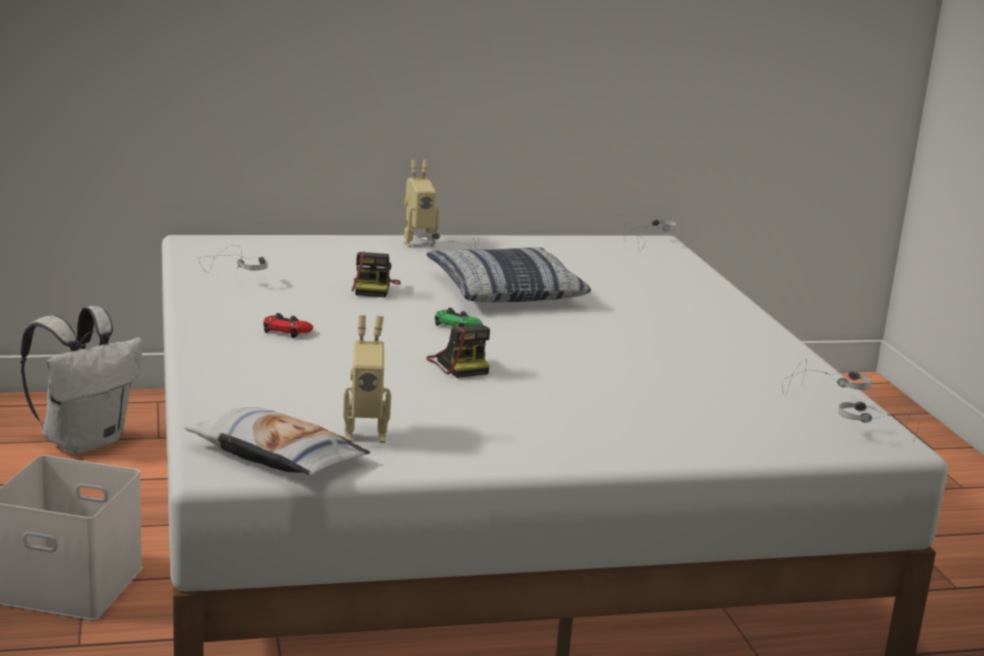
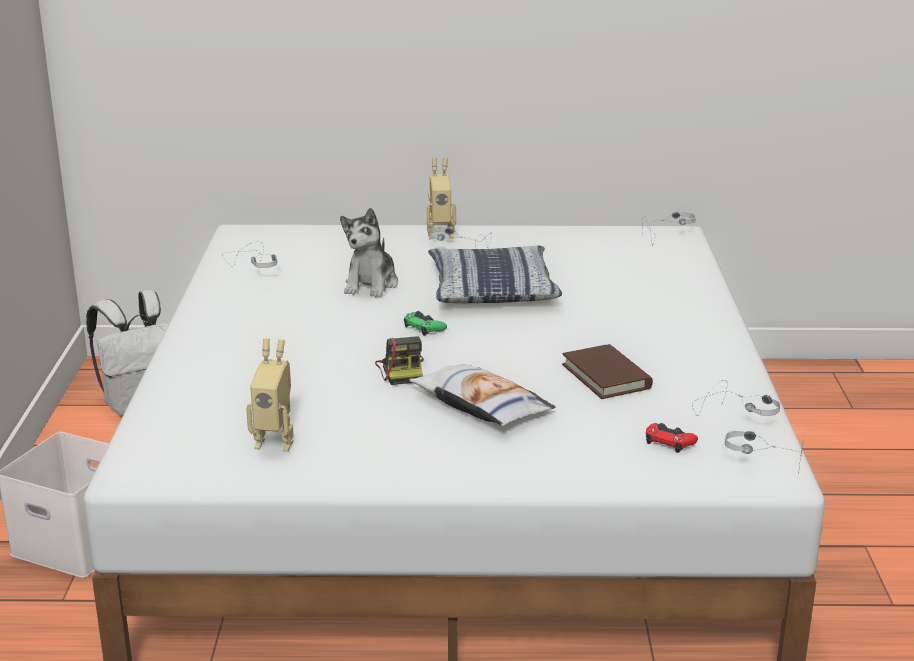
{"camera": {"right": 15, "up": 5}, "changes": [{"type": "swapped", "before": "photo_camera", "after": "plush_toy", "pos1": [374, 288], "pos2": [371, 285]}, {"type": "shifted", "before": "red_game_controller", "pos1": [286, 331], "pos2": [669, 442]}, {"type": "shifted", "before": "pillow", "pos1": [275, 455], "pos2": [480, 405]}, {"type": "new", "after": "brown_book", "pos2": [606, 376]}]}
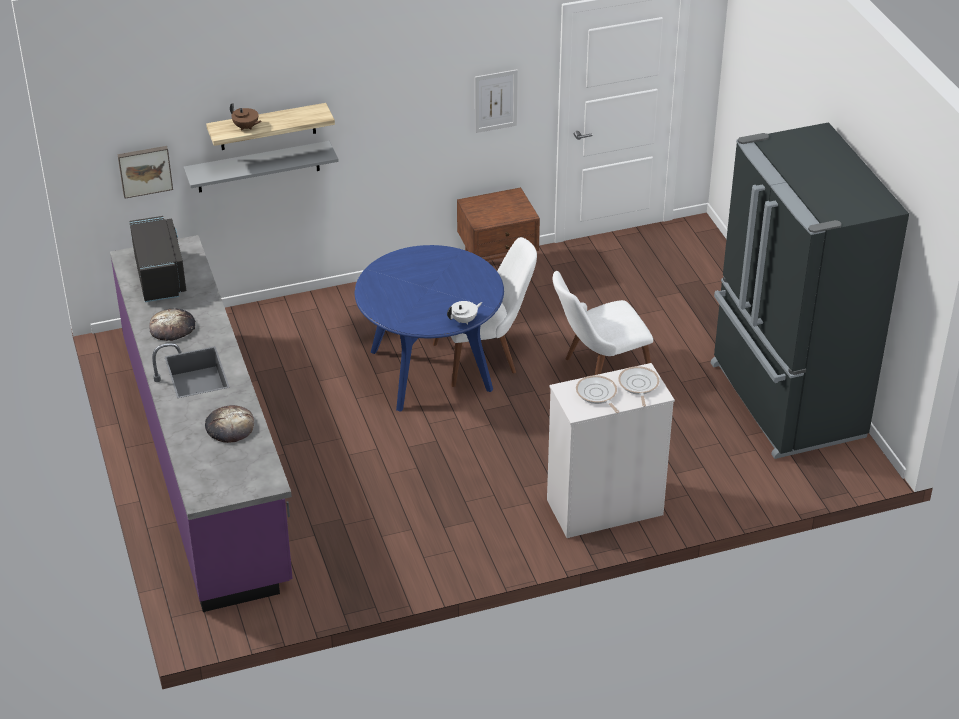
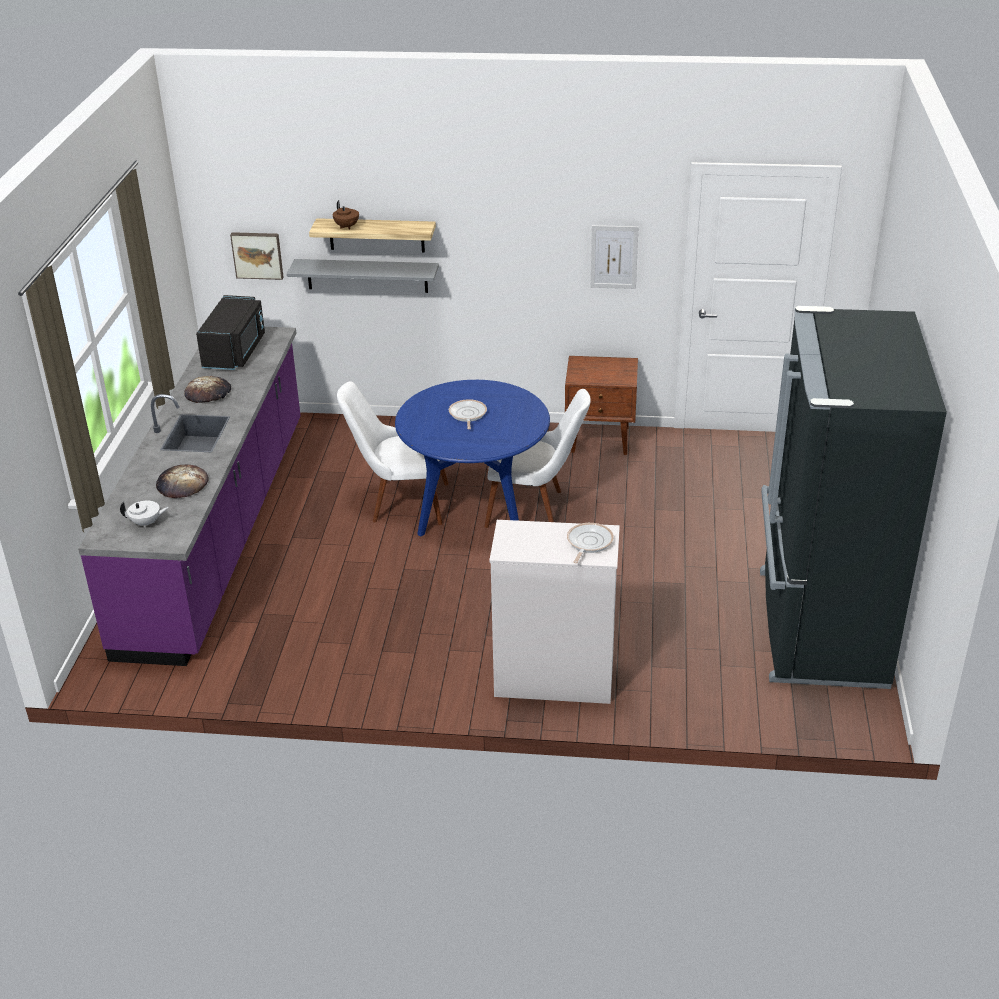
{"camera": {"right": 25, "up": -5}, "changes": [{"type": "shifted", "before": "white_chair", "pos1": [598, 373], "pos2": [398, 503]}, {"type": "shifted", "before": "white_teapot", "pos1": [464, 320], "pos2": [146, 523]}, {"type": "shifted", "before": "frying_pan", "pos1": [597, 394], "pos2": [467, 415]}]}
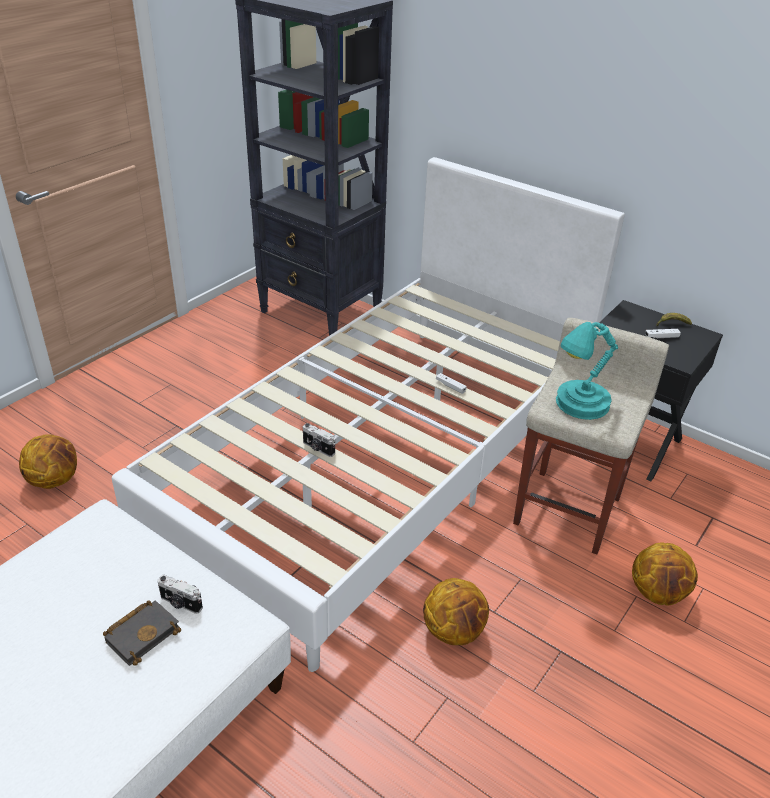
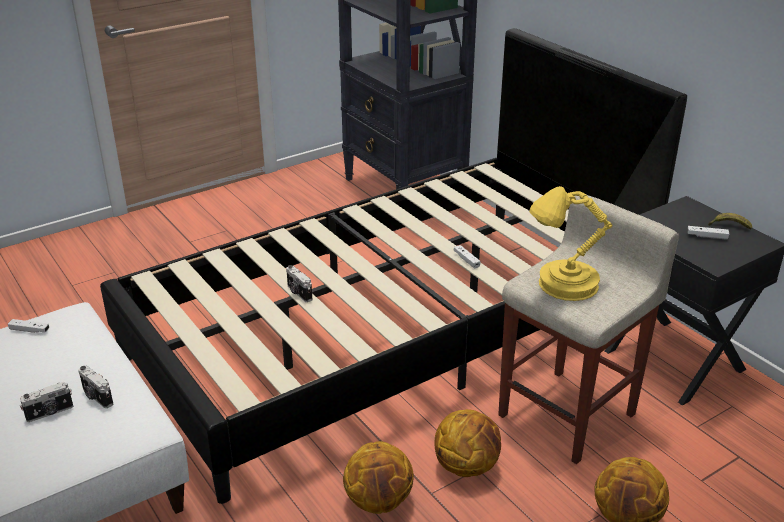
{"camera": {"right": 20, "up": -5}, "changes": [{"type": "repainted", "before": "white_bed", "after": "black_bed", "pos1": [383, 461], "pos2": [392, 332]}, {"type": "repainted", "before": "turquoise_table_lamp", "after": "yellow_table_lamp", "pos1": [579, 405], "pos2": [563, 285]}, {"type": "shifted", "before": "basketball", "pos1": [55, 480], "pos2": [467, 466]}, {"type": "swapped", "before": "black_book", "after": "photo_camera", "pos1": [143, 633], "pos2": [50, 413]}, {"type": "new", "after": "white_game_controller", "pos2": [29, 330]}]}
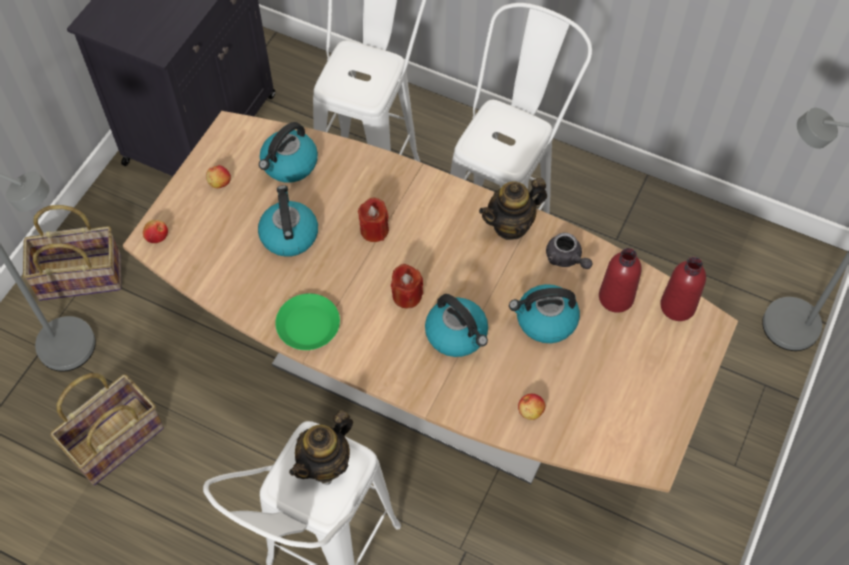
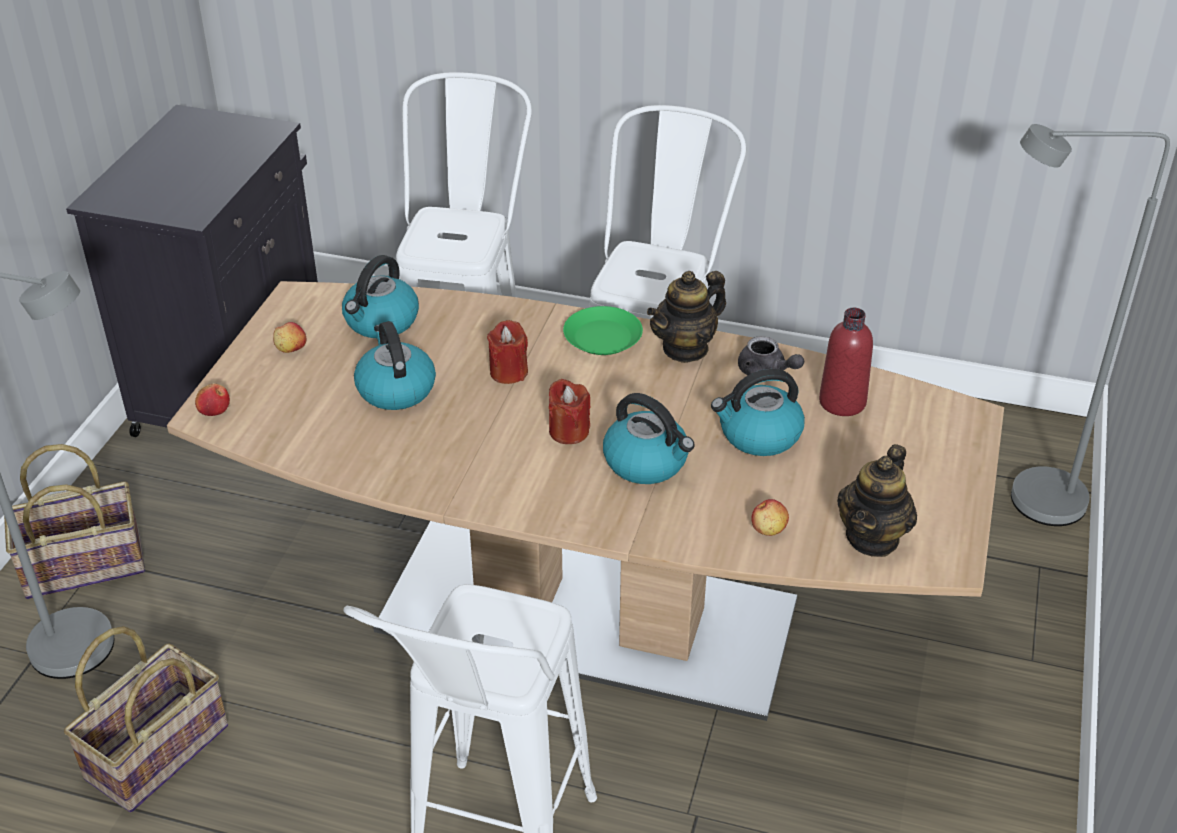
{"camera": {"right": -10, "up": -20}, "changes": [{"type": "gone", "before": "red_bottle", "pos1": [677, 306]}, {"type": "shifted", "before": "green_plate", "pos1": [308, 326], "pos2": [603, 338]}, {"type": "shifted", "before": "teapot", "pos1": [325, 463], "pos2": [873, 537]}]}
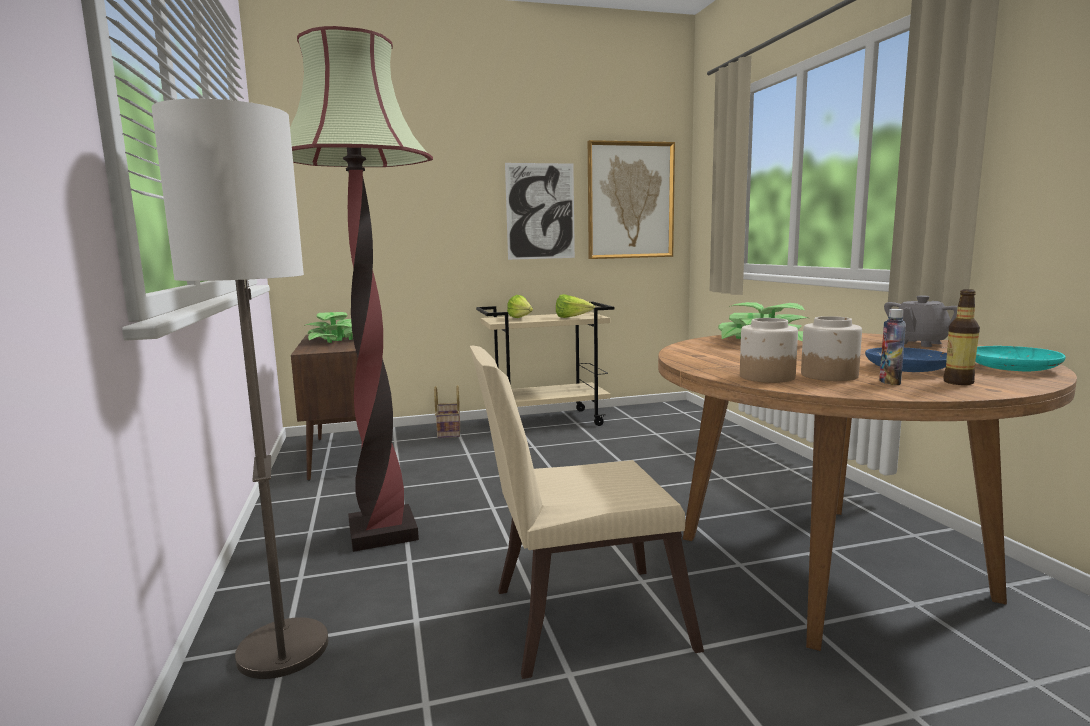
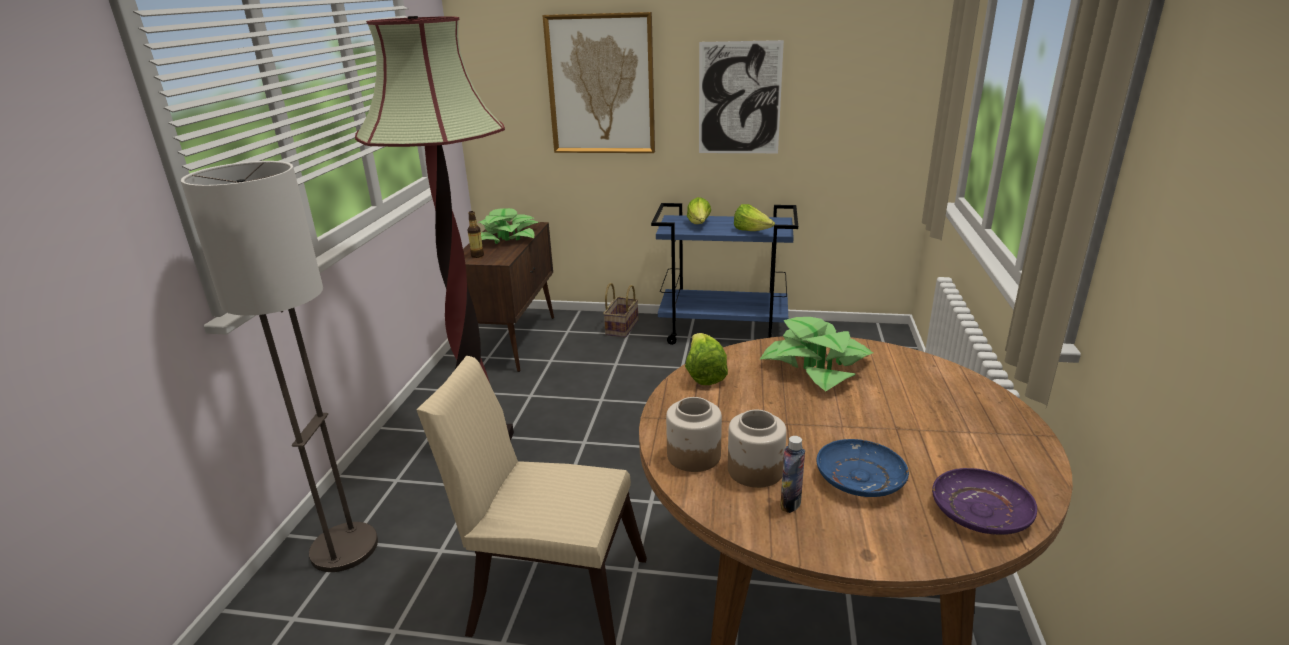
{"camera": {"right": 25, "up": 15}, "changes": [{"type": "shifted", "before": "picture", "pos1": [630, 200], "pos2": [601, 85]}, {"type": "shifted", "before": "bottle", "pos1": [958, 382], "pos2": [477, 255]}, {"type": "gone", "before": "grey_teapot", "pos1": [918, 343]}, {"type": "repainted", "before": "beige_cart", "after": "blue_cart", "pos1": [547, 421], "pos2": [724, 332]}, {"type": "repainted", "before": "turquoise_plate", "after": "purple_plate", "pos1": [1013, 368], "pos2": [981, 512]}, {"type": "new", "after": "lettuce", "pos2": [704, 374]}]}
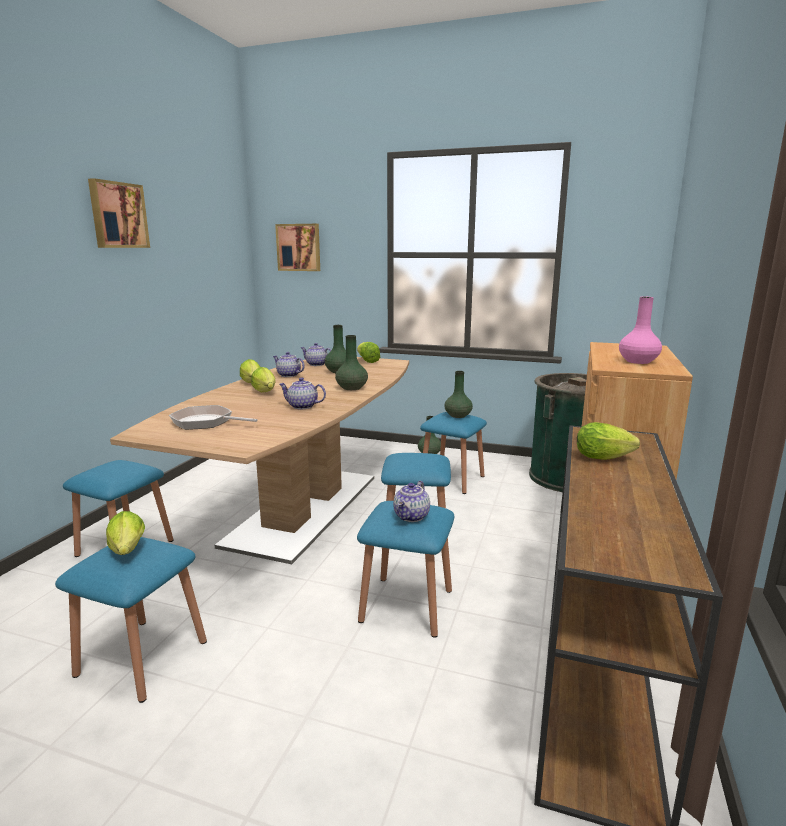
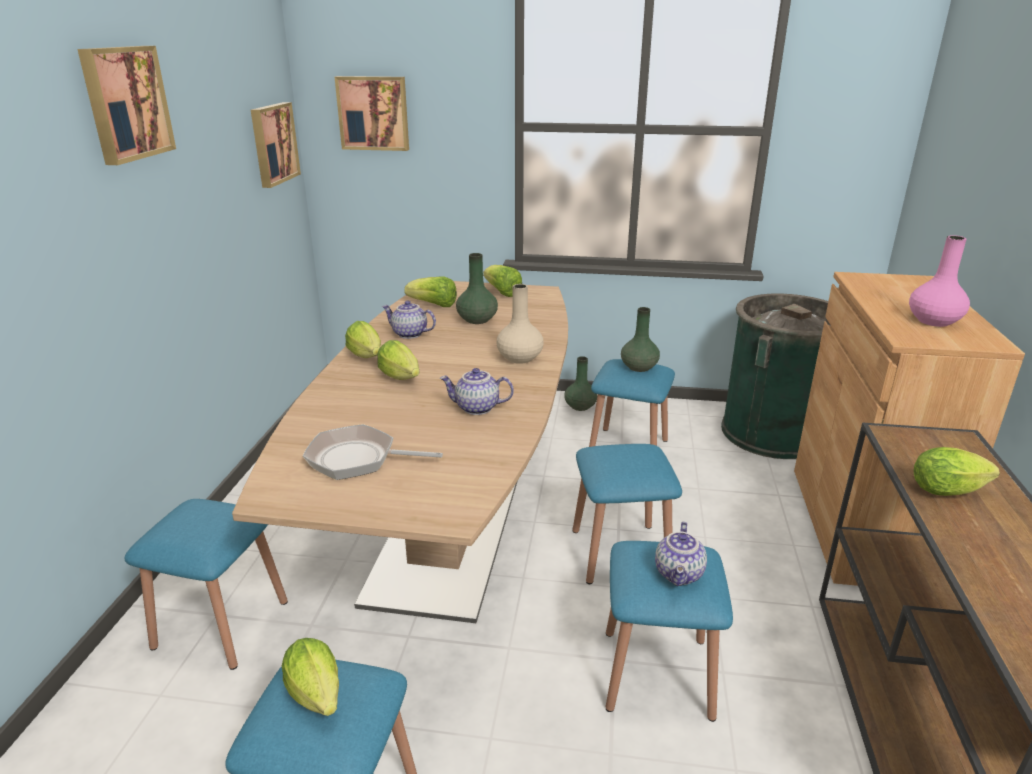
{"camera": {"right": -10, "up": 10}, "changes": [{"type": "repainted", "before": "green_vase", "after": "beige_vase", "pos1": [352, 388], "pos2": [520, 358]}, {"type": "swapped", "before": "teapot", "after": "lettuce", "pos1": [316, 364], "pos2": [433, 305]}, {"type": "new", "after": "picture", "pos2": [273, 144]}]}
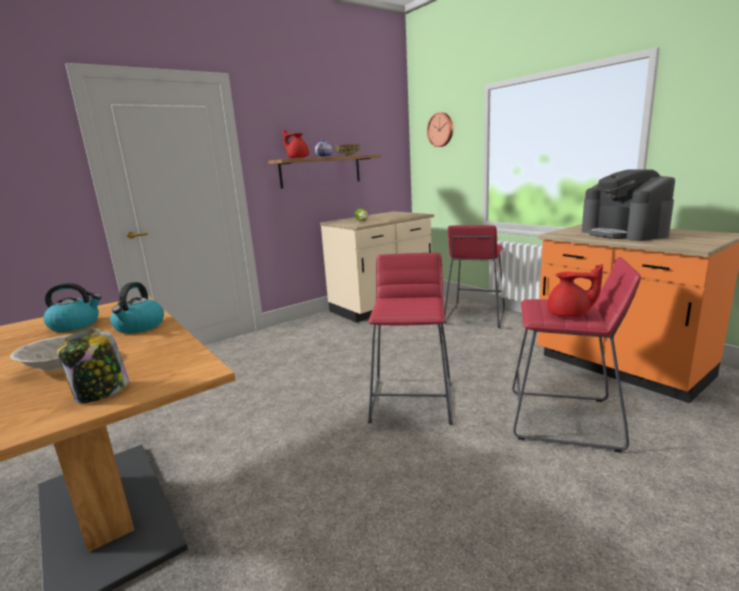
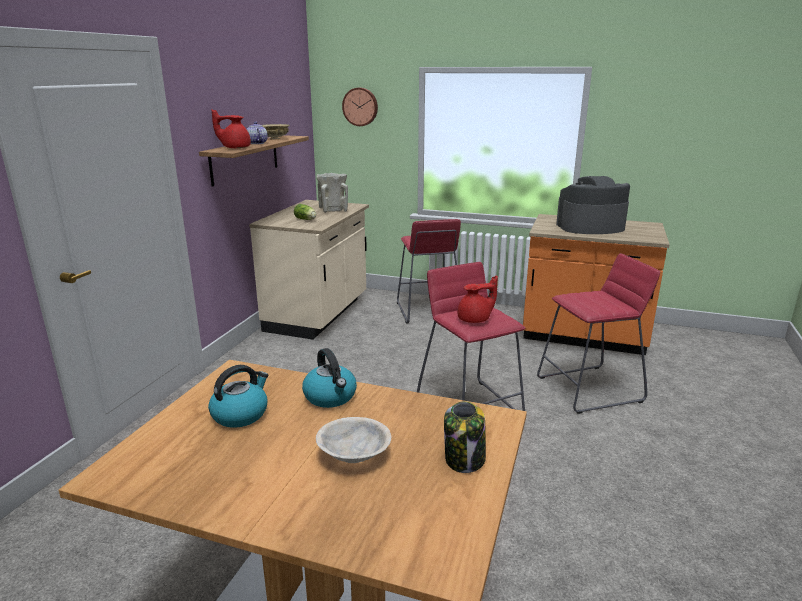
{"camera": {"right": -35, "up": 5}, "changes": [{"type": "rotated", "before": "coffee_machine", "pos1": [624, 233], "pos2": [590, 227], "turn": 135}, {"type": "shifted", "before": "red_teapot", "pos1": [570, 314], "pos2": [475, 319]}, {"type": "new", "after": "beige_vase", "pos2": [333, 210]}]}
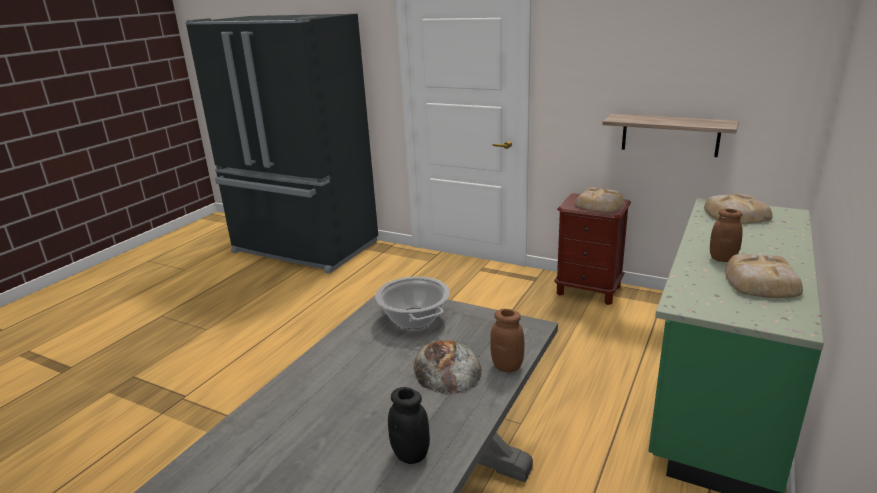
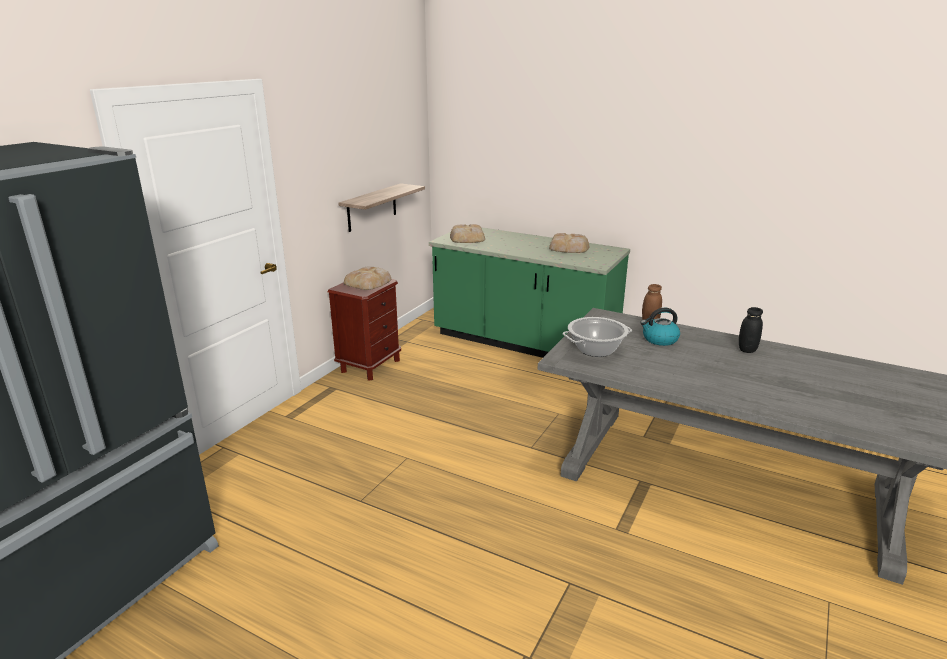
{"camera": {"right": -90, "up": 0}, "changes": [{"type": "gone", "before": "brown_jar", "pos1": [722, 258]}, {"type": "swapped", "before": "bread", "after": "kettle", "pos1": [446, 368], "pos2": [659, 339]}]}
